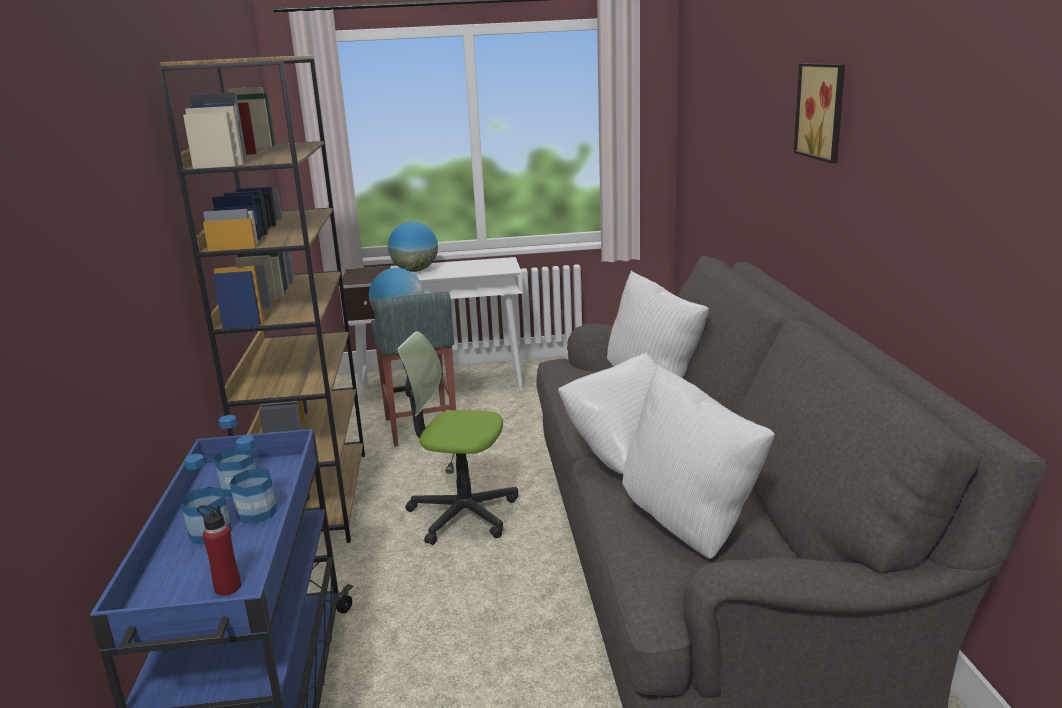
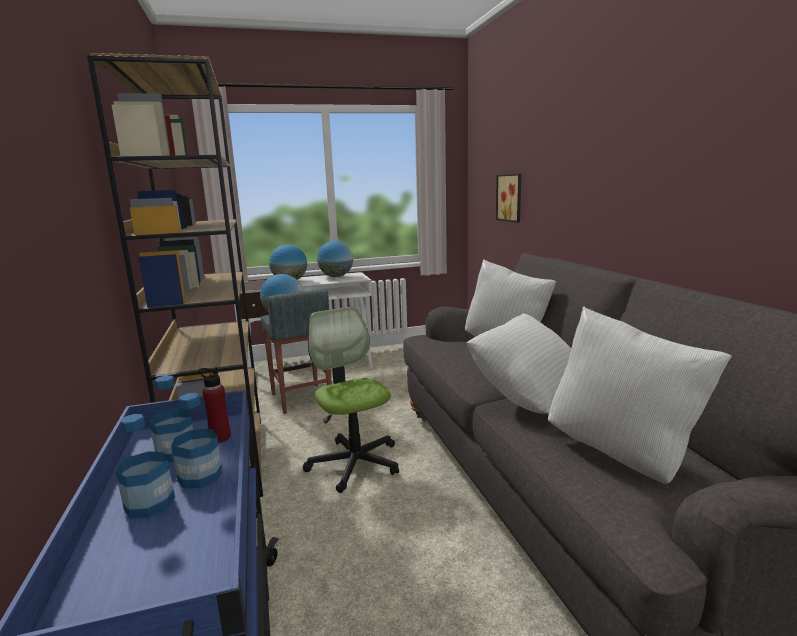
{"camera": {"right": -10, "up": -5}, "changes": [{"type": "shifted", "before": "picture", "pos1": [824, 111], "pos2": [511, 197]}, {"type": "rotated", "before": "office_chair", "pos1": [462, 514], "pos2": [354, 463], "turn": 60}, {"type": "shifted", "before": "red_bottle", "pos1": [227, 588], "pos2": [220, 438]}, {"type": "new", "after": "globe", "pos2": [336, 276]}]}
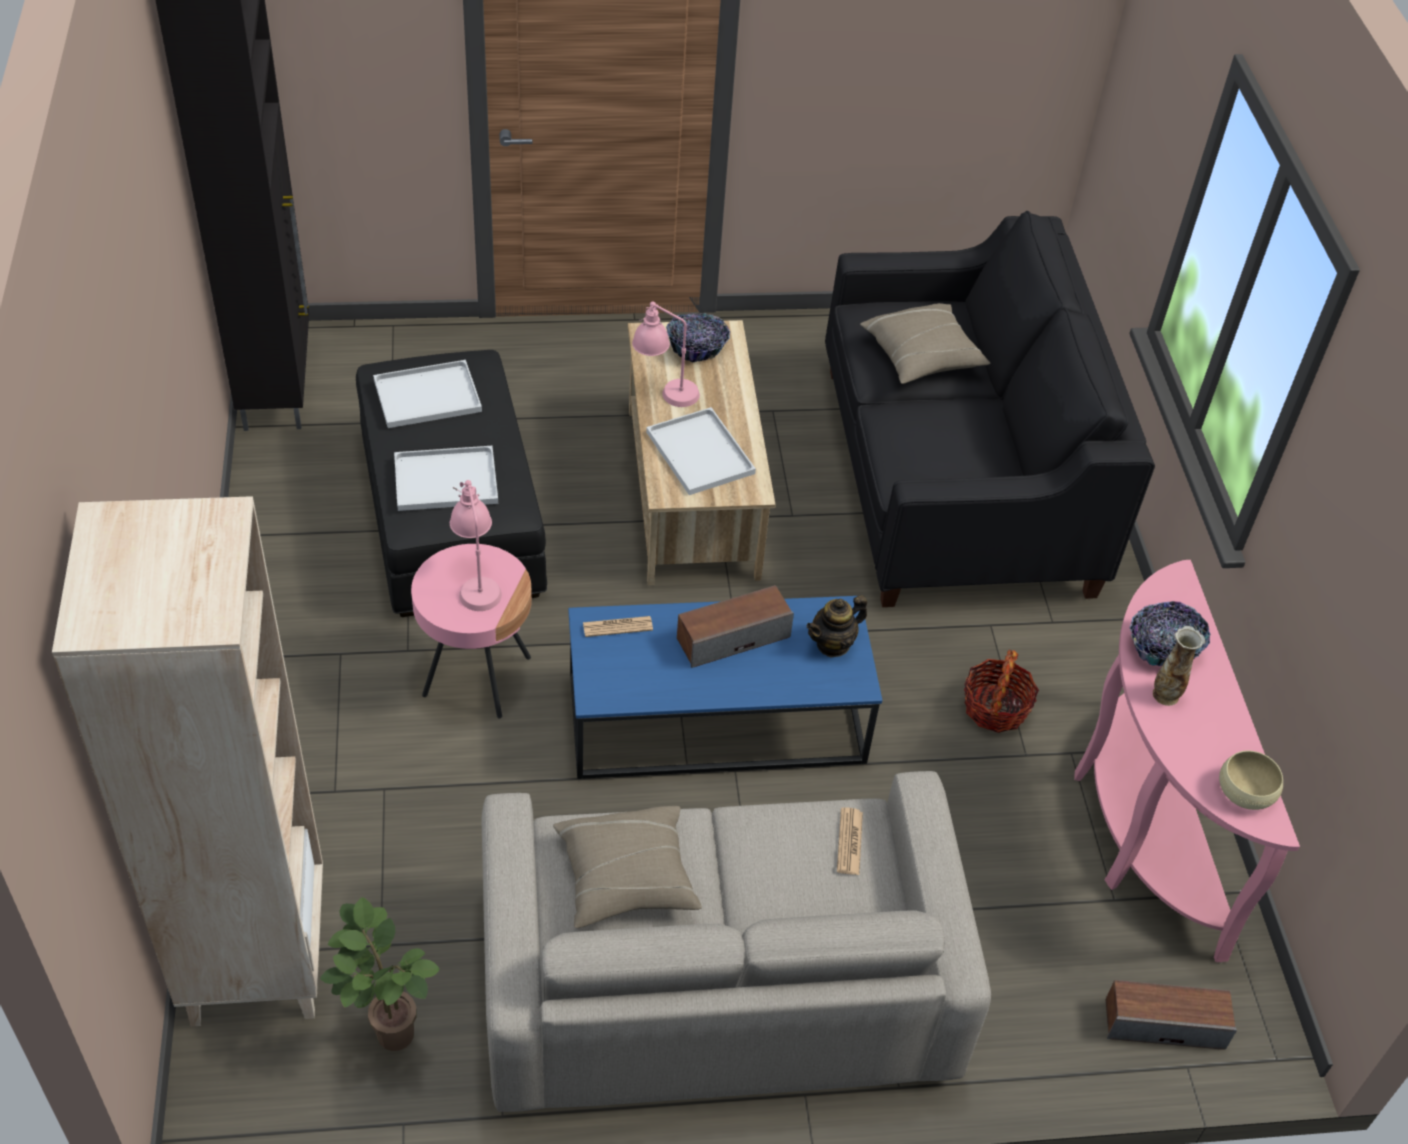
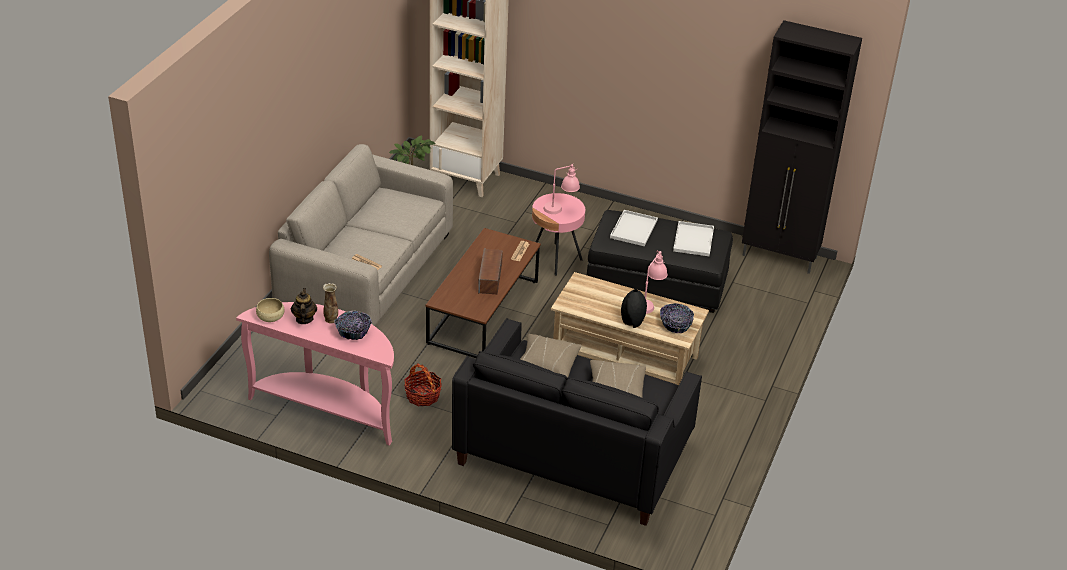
{"camera": {"right": 120, "up": -10}, "changes": [{"type": "gone", "before": "white_tray", "pos1": [698, 452]}, {"type": "shifted", "before": "teapot", "pos1": [833, 644], "pos2": [304, 319]}, {"type": "repainted", "before": "blue_coffee_table", "after": "brown_coffee_table", "pos1": [716, 719], "pos2": [483, 312]}, {"type": "shifted", "before": "beige_pillow", "pos1": [626, 878], "pos2": [546, 365]}, {"type": "gone", "before": "speaker", "pos1": [1164, 1023]}, {"type": "new", "after": "black_vase", "pos2": [632, 322]}]}
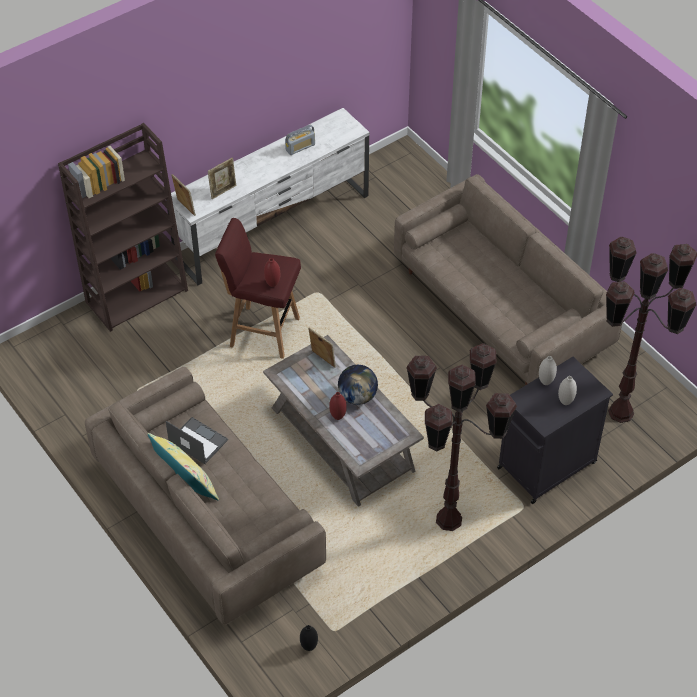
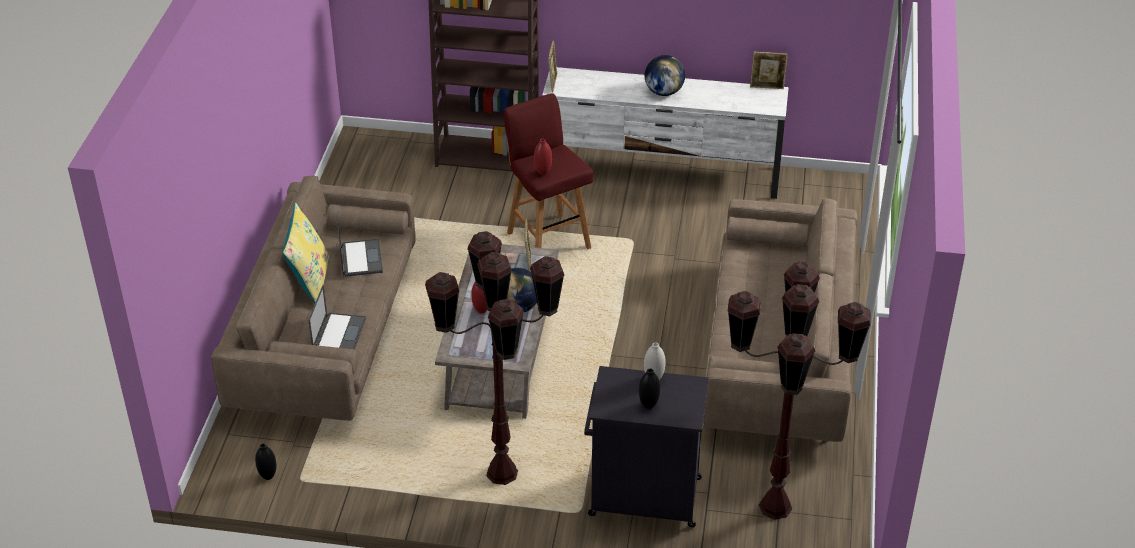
{"camera": {"right": 45, "up": -10}, "changes": [{"type": "gone", "before": "radio", "pos1": [300, 147]}, {"type": "shifted", "before": "picture_frame", "pos1": [223, 191], "pos2": [767, 87]}, {"type": "repainted", "before": "white_vase", "after": "black_vase", "pos1": [565, 401], "pos2": [648, 405]}, {"type": "new", "after": "globe", "pos2": [664, 92]}, {"type": "new", "after": "laptop", "pos2": [339, 333]}]}
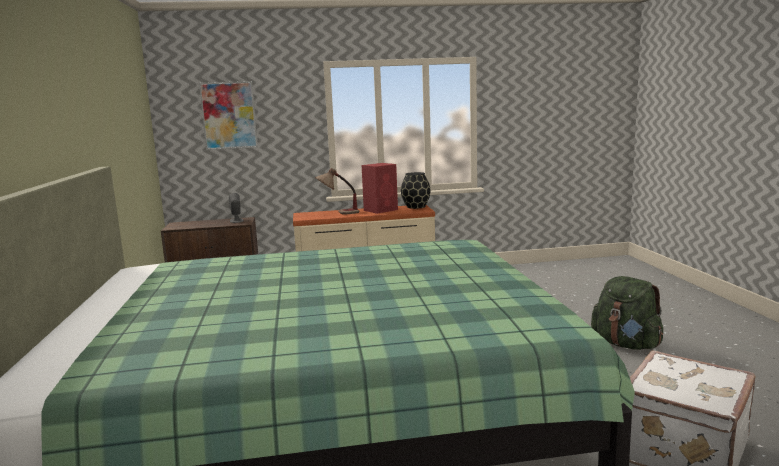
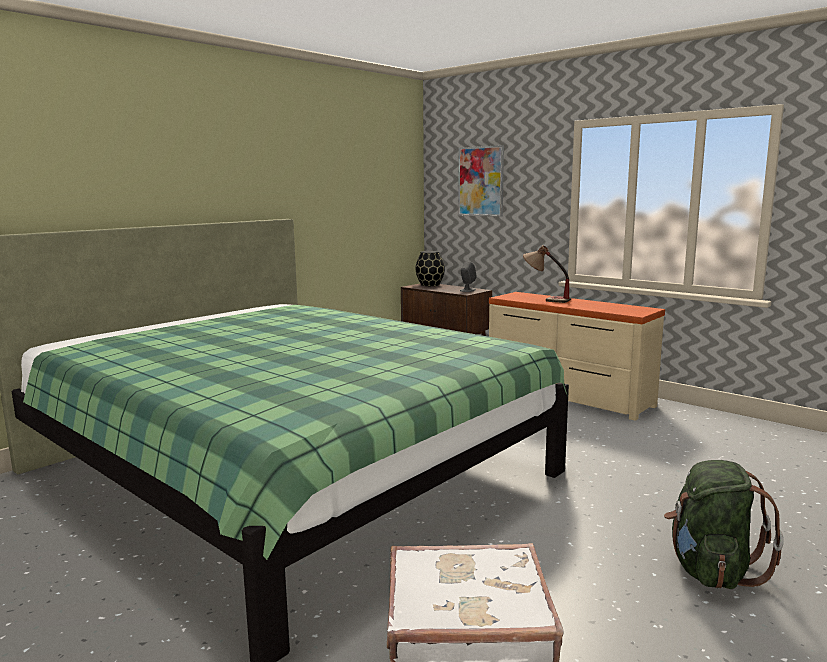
{"camera": {"right": 50, "up": 0}, "changes": [{"type": "gone", "before": "red_speaker", "pos1": [381, 210]}, {"type": "shifted", "before": "black_vase", "pos1": [415, 207], "pos2": [429, 285]}]}
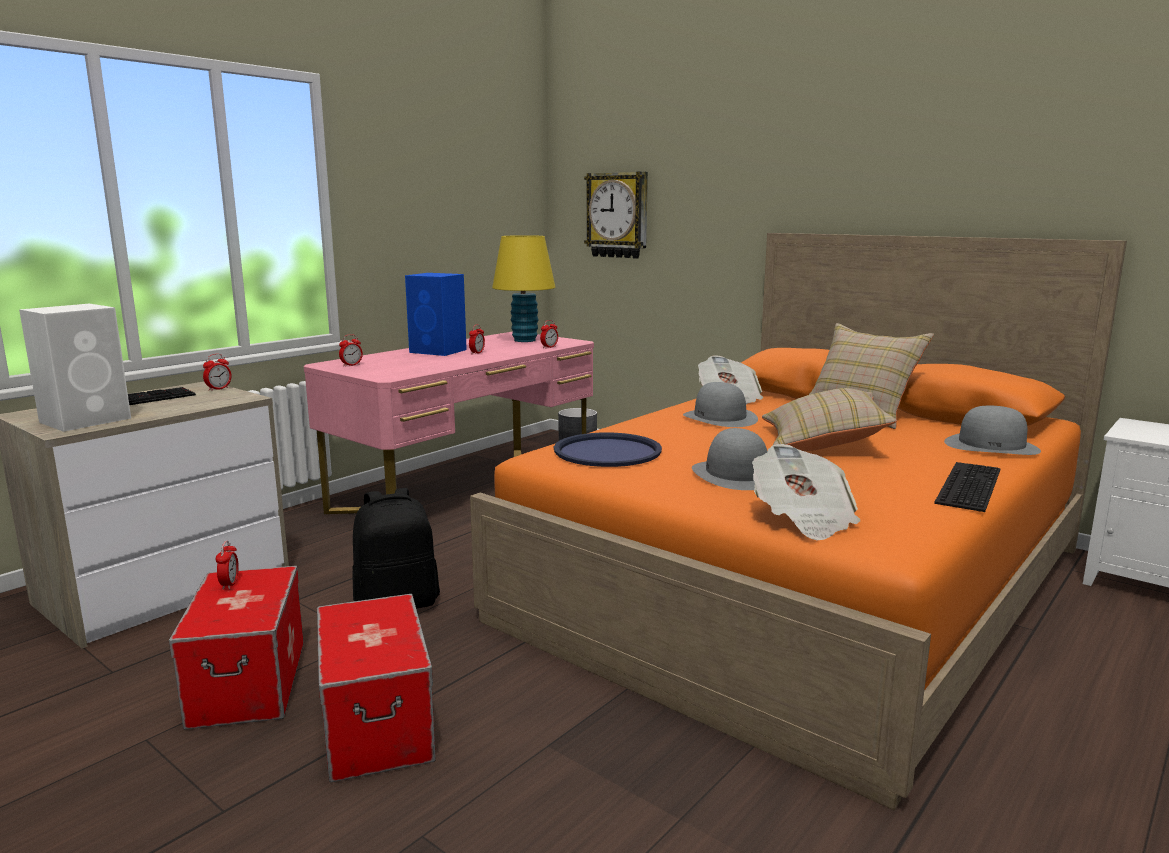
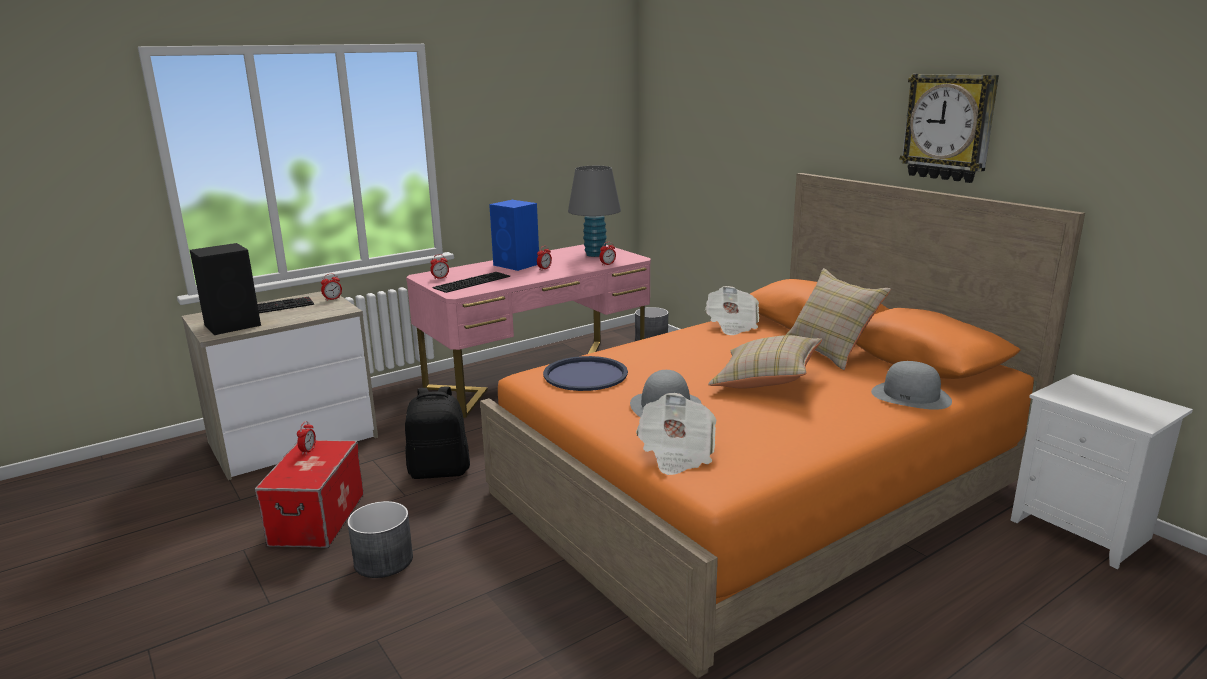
{"camera": {"right": 15, "up": 5}, "changes": [{"type": "shifted", "before": "wall_clock", "pos1": [618, 215], "pos2": [949, 127]}, {"type": "repainted", "before": "yellow_table_lamp", "after": "grey_table_lamp", "pos1": [524, 340], "pos2": [595, 254]}, {"type": "repainted", "before": "white_speaker", "after": "black_speaker", "pos1": [87, 420], "pos2": [234, 325]}, {"type": "gone", "before": "grey_hat", "pos1": [720, 418]}, {"type": "shifted", "before": "keyboard", "pos1": [966, 485], "pos2": [472, 281]}, {"type": "swapped", "before": "storage_box", "after": "grey_planter", "pos1": [376, 724], "pos2": [383, 560]}]}
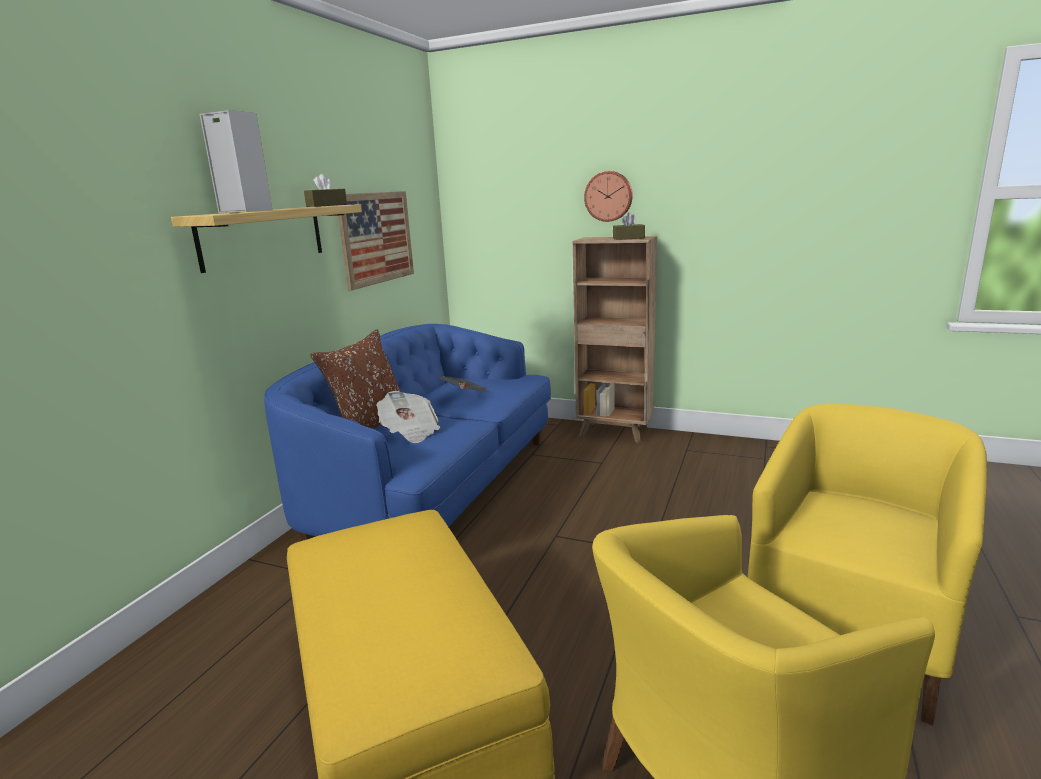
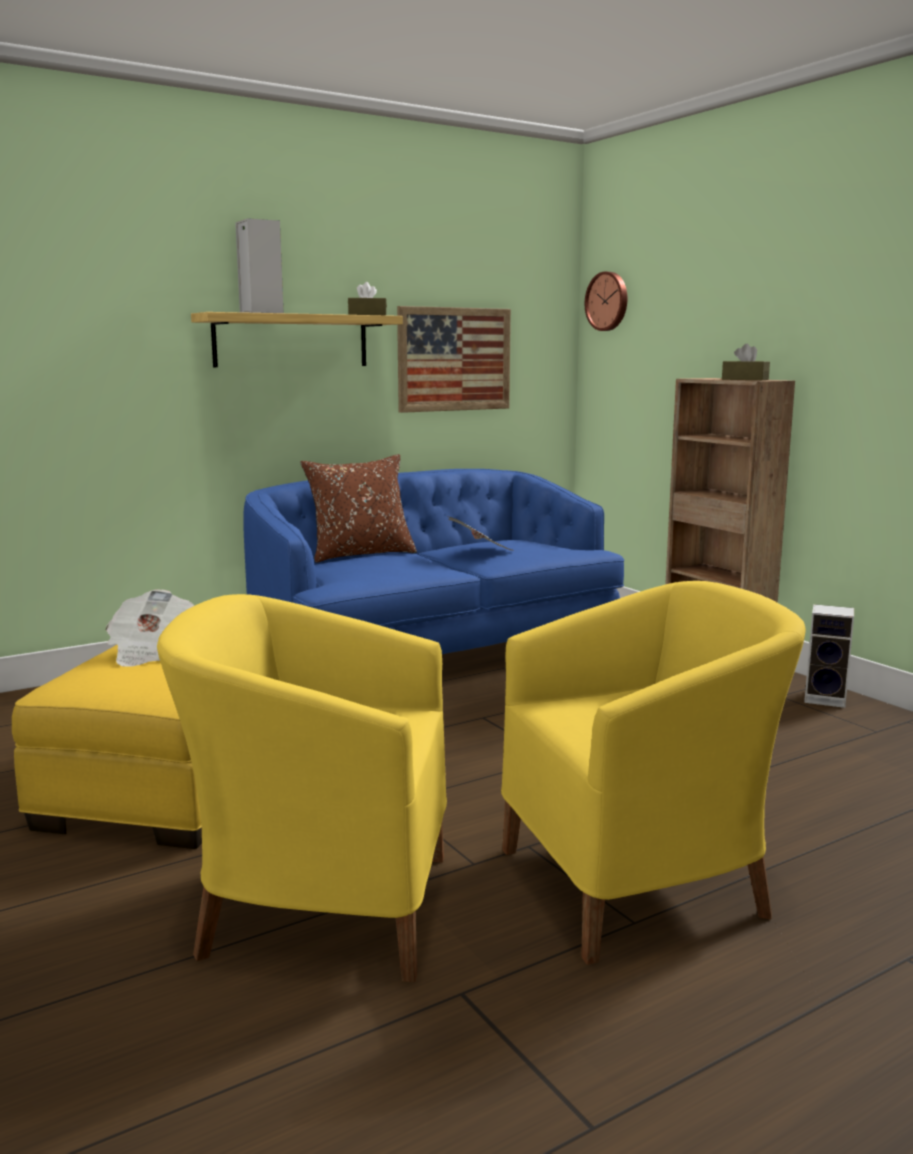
{"camera": {"right": 35, "up": -5}, "changes": [{"type": "shifted", "before": "wall_clock", "pos1": [608, 196], "pos2": [608, 301]}, {"type": "shifted", "before": "newspaper", "pos1": [410, 432], "pos2": [151, 652]}, {"type": "new", "after": "speaker", "pos2": [827, 699]}]}
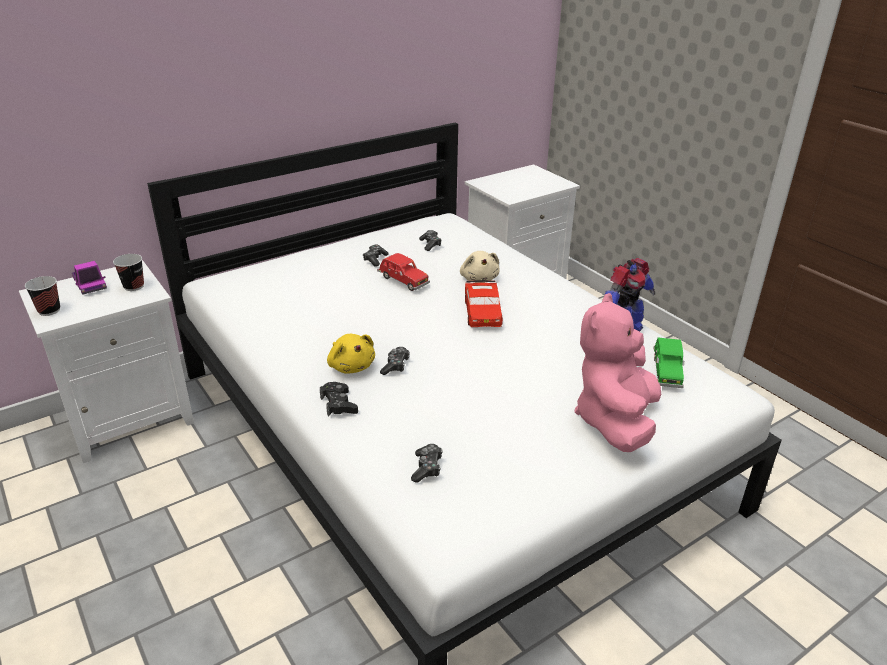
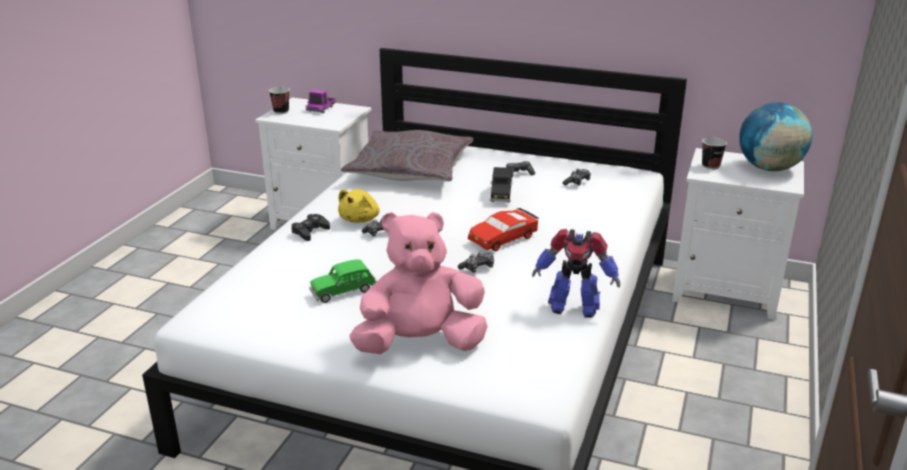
{"camera": {"right": 55, "up": -5}, "changes": [{"type": "gone", "before": "beige_plush_toy", "pos1": [479, 279]}, {"type": "repainted", "before": "red_toy_car", "after": "black_toy_car", "pos1": [403, 281], "pos2": [501, 193]}, {"type": "shifted", "before": "cup", "pos1": [134, 286], "pos2": [710, 166]}, {"type": "shifted", "before": "green_toy_car", "pos1": [666, 371], "pos2": [344, 291]}, {"type": "shifted", "before": "game_controller", "pos1": [427, 468], "pos2": [477, 268]}, {"type": "new", "after": "globe", "pos2": [769, 168]}, {"type": "new", "after": "grey_pillow", "pos2": [410, 169]}]}
